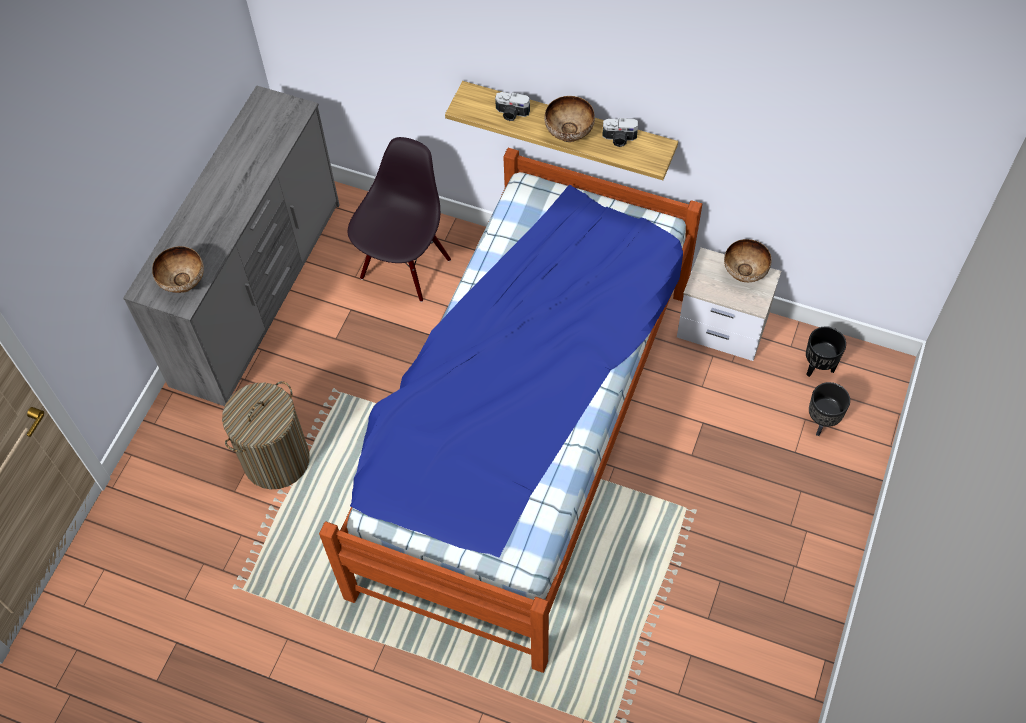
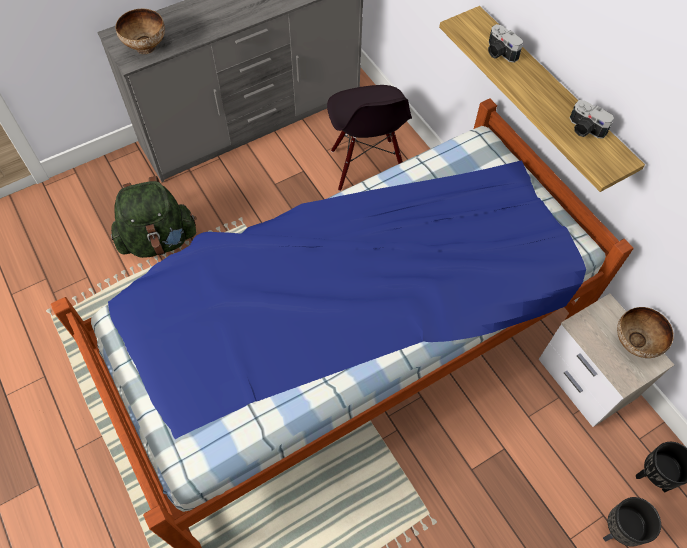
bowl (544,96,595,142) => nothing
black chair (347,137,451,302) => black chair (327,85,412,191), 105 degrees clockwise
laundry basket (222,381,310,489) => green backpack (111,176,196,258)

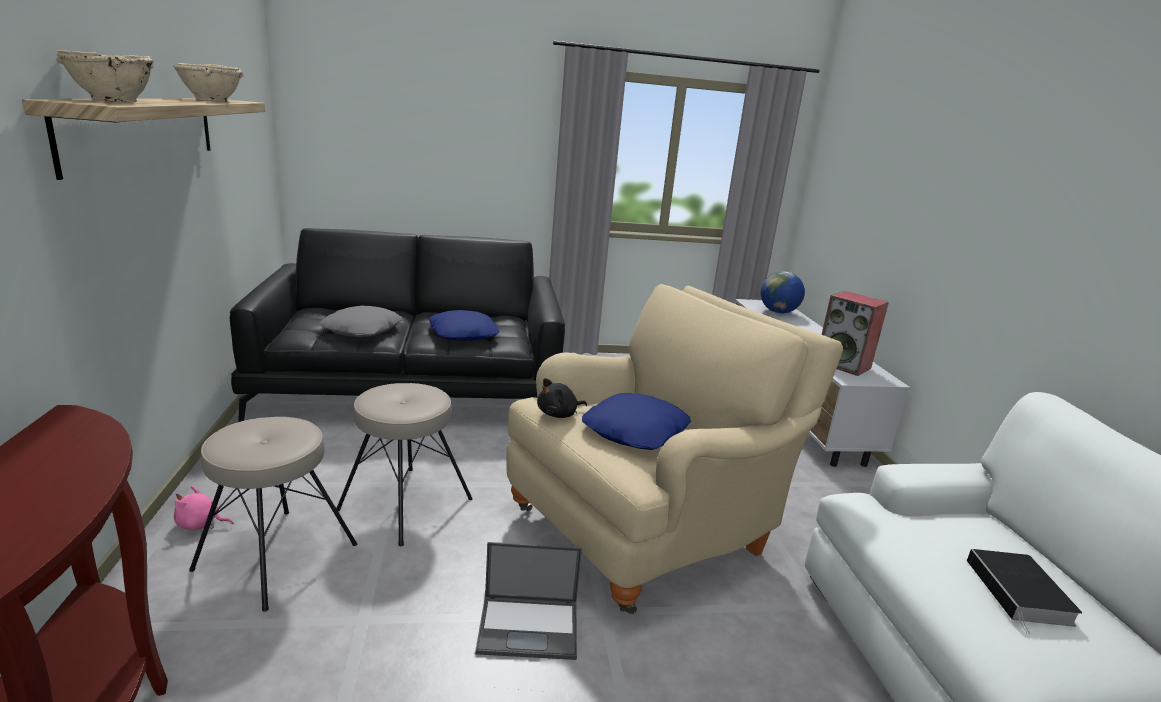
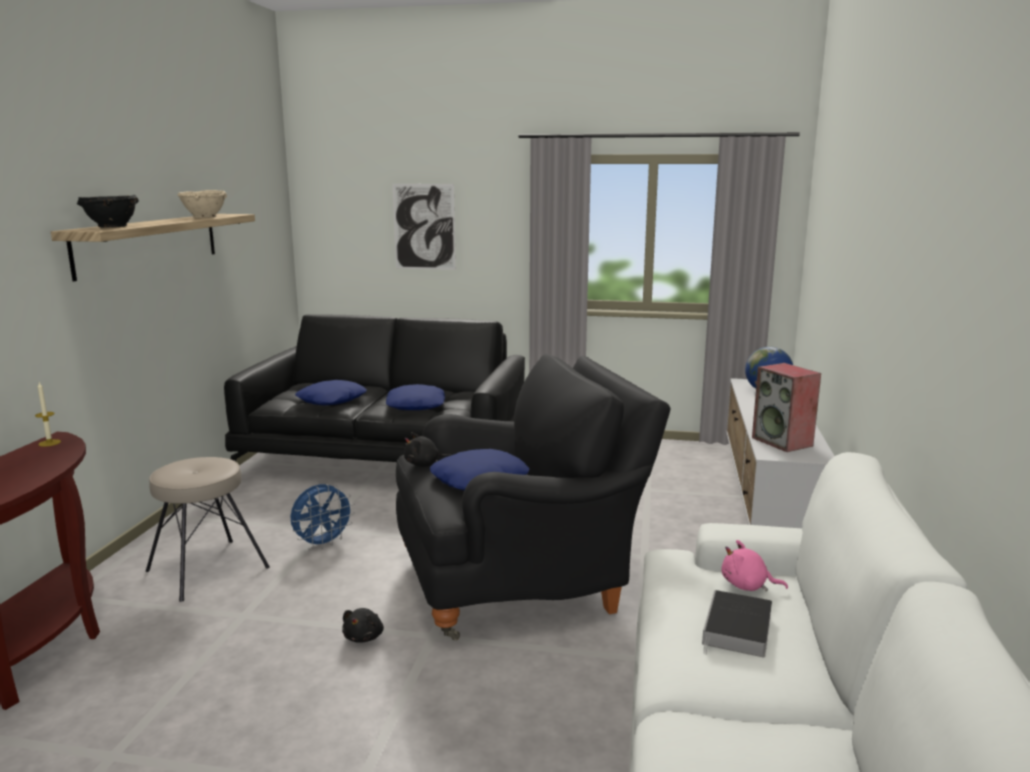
beige bowl (56,50,154,103) => black bowl (77,195,139,228)
beige armchair (506,284,843,614) => black armchair (396,353,671,640)
grey pillow (320,306,402,337) => blue pillow (295,380,367,406)
beige stool (336,383,472,546) => blue fan (290,484,355,549)
pink plush toy (174,486,233,530) => pink plush toy (722,540,788,592), shifted
laptop (475,542,582,660) => black plush toy (342,608,384,643)
nothing => picture (393,184,456,270)
nothing => candle (35,382,61,447)

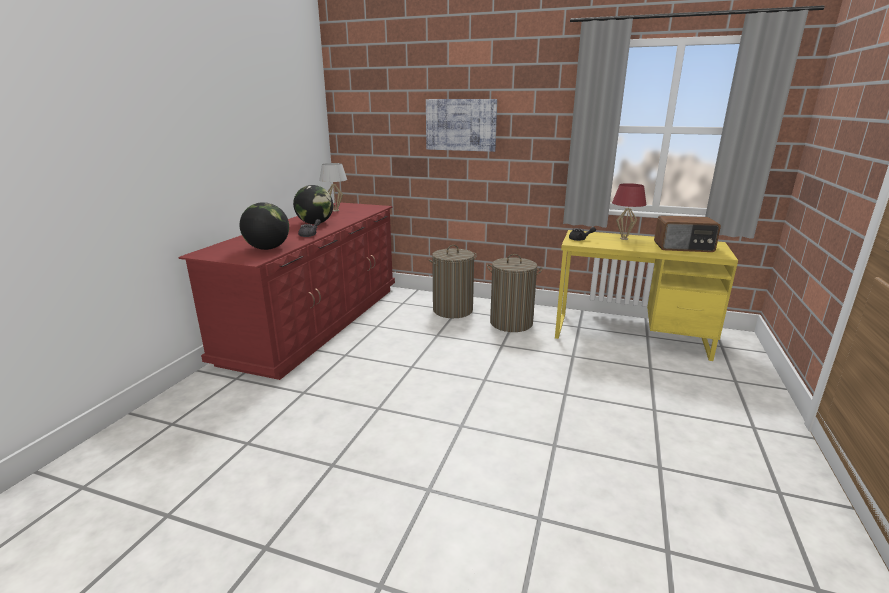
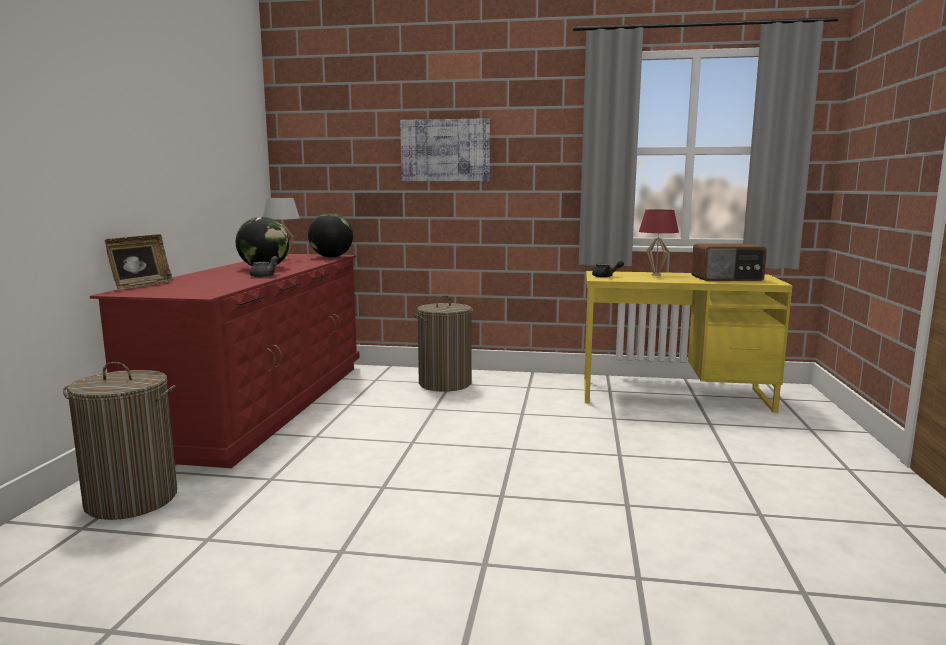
globe (240,202,289,250) => globe (308,213,353,258), shifted
laundry basket (487,254,543,332) => laundry basket (63,362,177,520), shifted
nothing => picture frame (105,234,174,289)

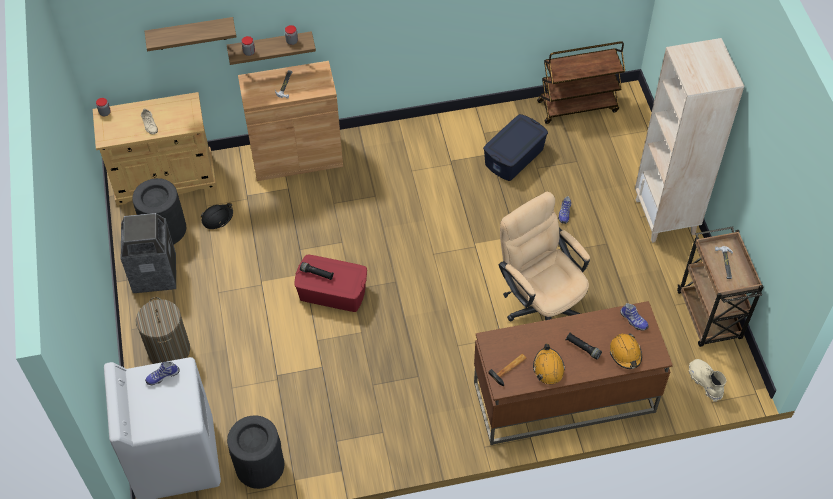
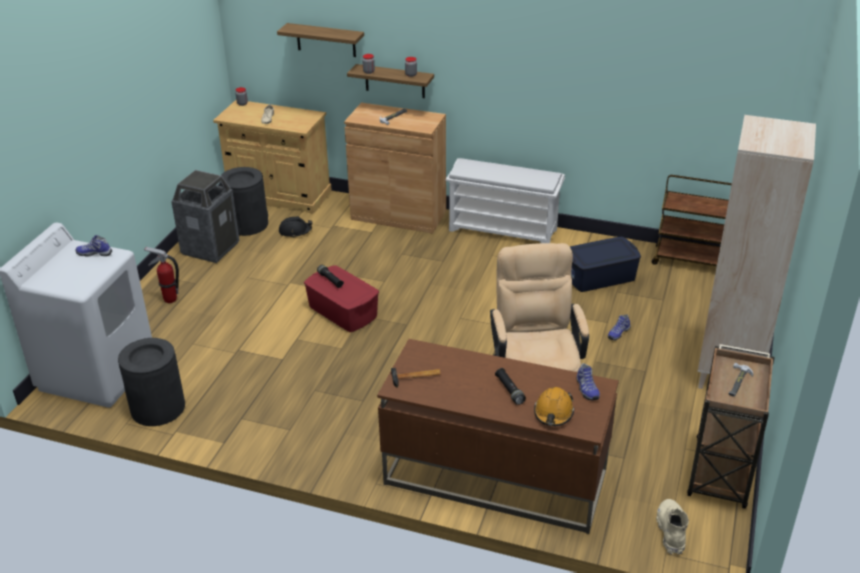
laundry basket (136,297,190,364) => fire extinguisher (144,246,179,303)
orange hard hat (533,343,565,384) => nothing
nothing => white shoe rack (446,158,565,243)

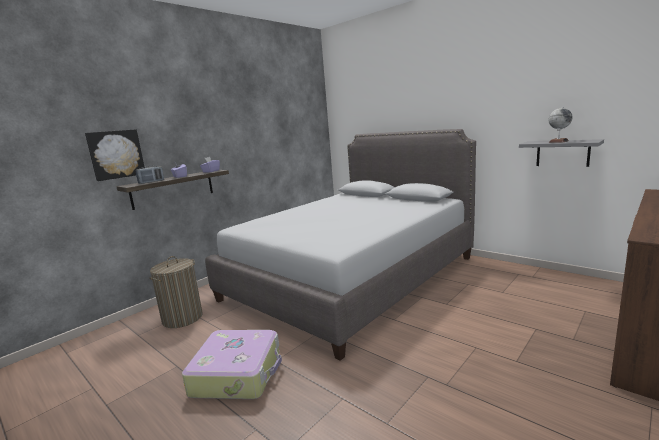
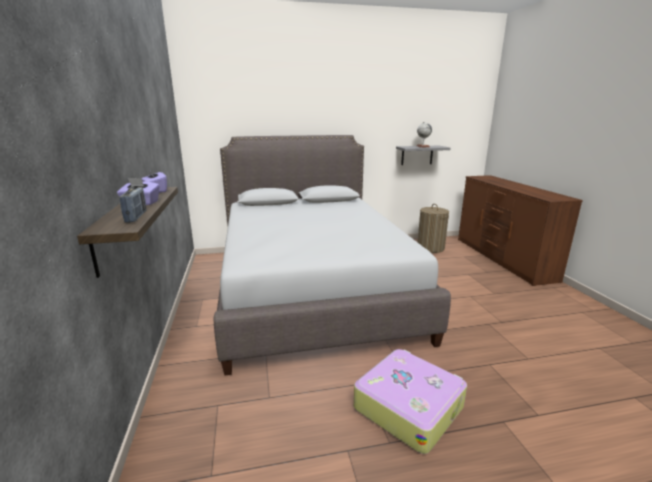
picture (85,129,145,181) => nothing
laundry basket (149,256,203,328) => laundry basket (418,204,449,253), shifted

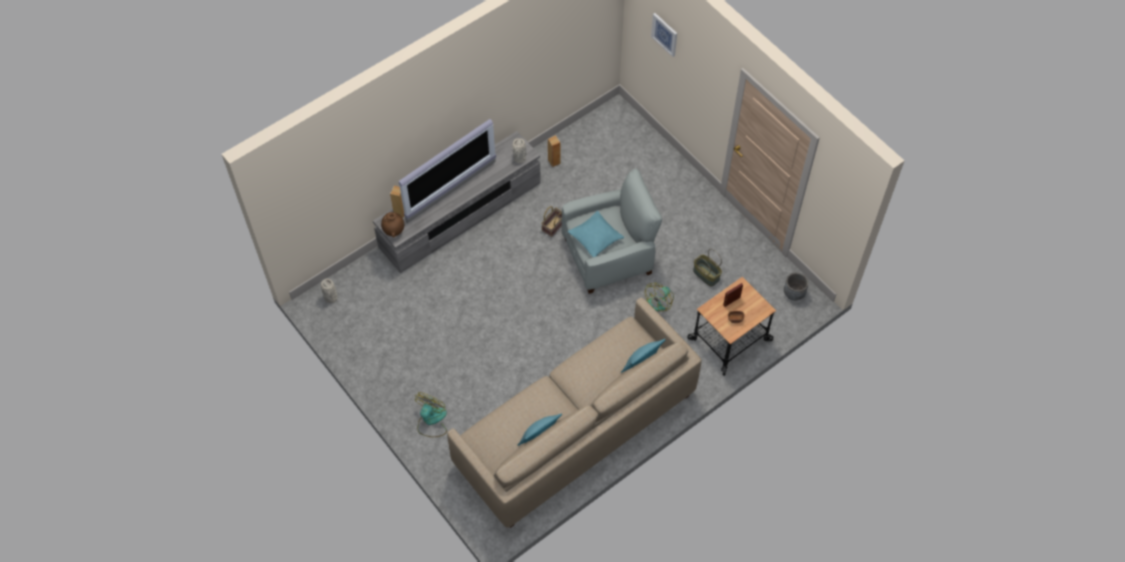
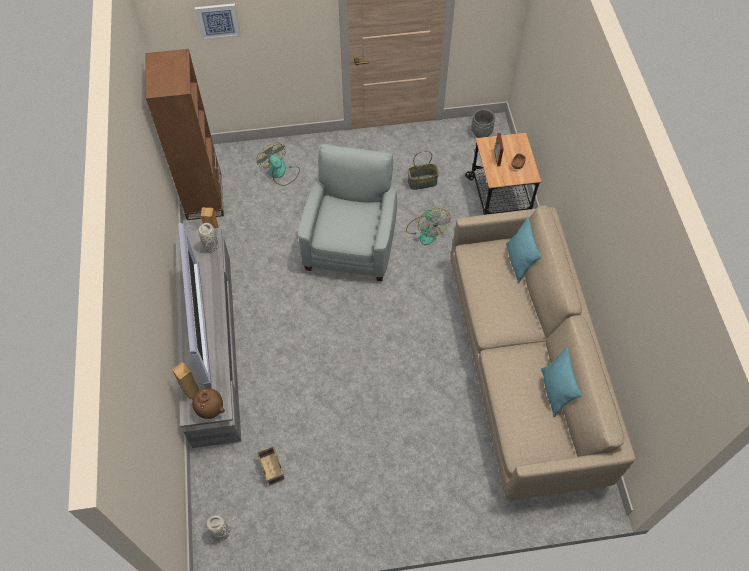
basket (541,206,562,237) => basket (257,446,285,485), shifted
turquoise pillow (568,211,624,257) => nothing
fan (415,392,447,437) => fan (256,142,300,186), shifted
nothing => brown bookcase (146,49,224,220)

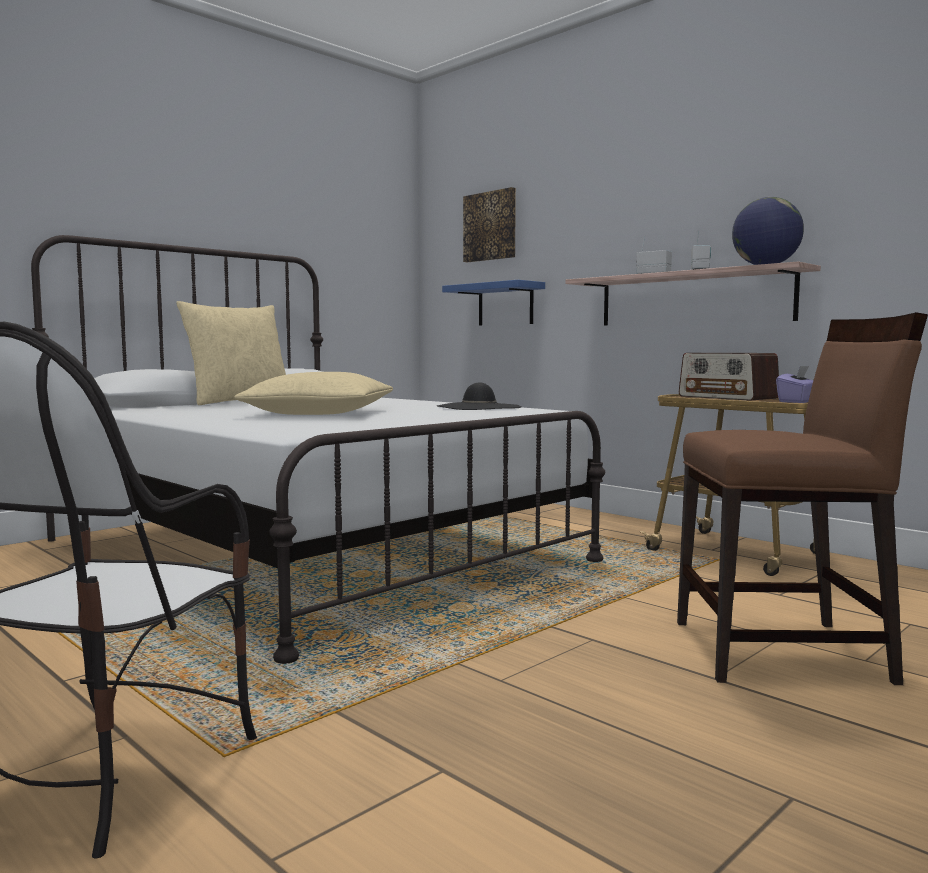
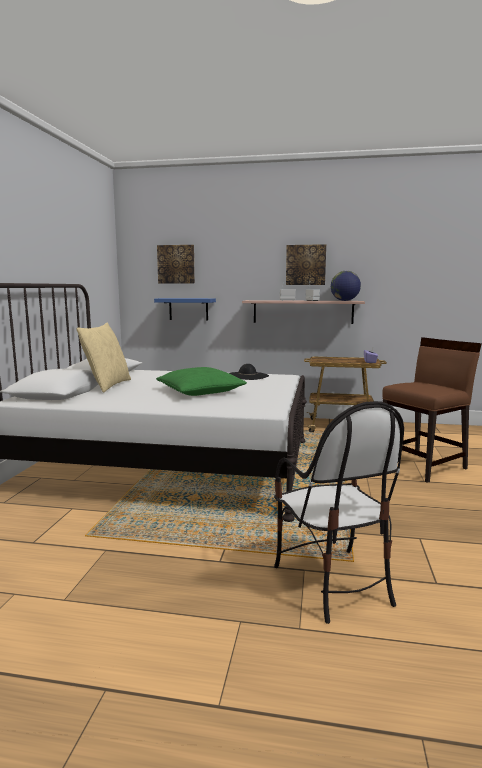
radio (679,353,779,401) => nothing
beige pillow (234,372,393,415) => green pillow (156,367,247,396)
nothing => picture (286,244,326,285)

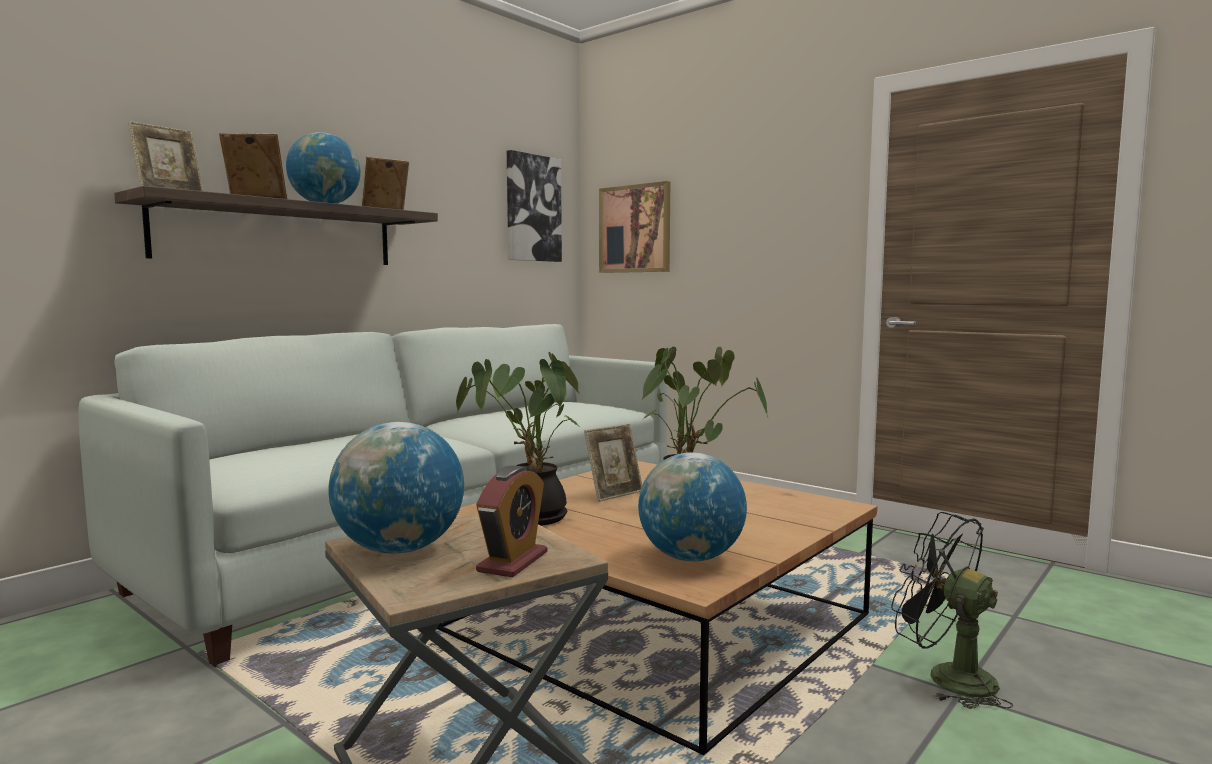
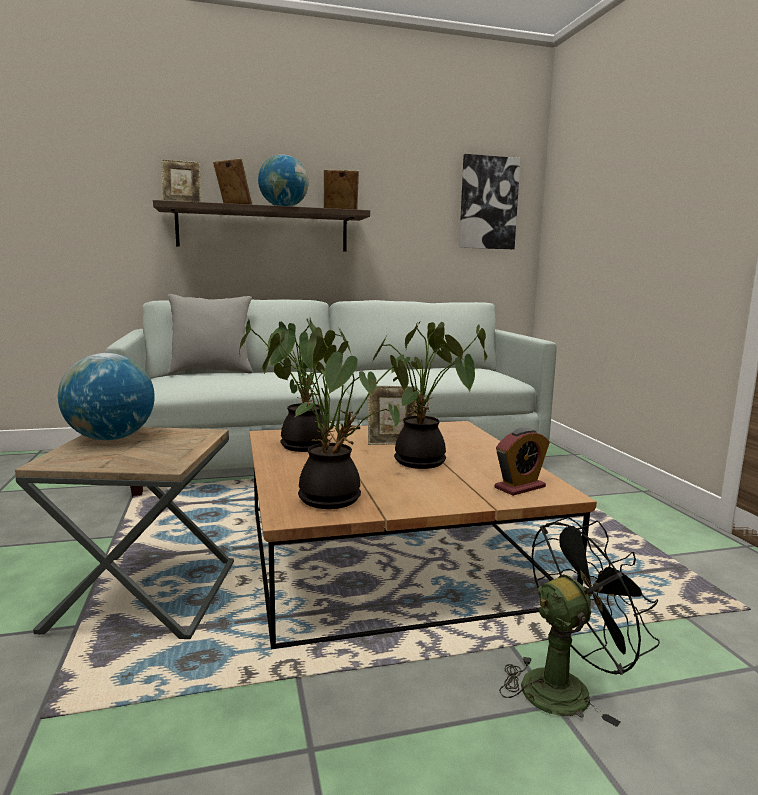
picture (599,181,670,273) => nothing
globe (638,452,747,562) => potted plant (262,327,409,509)
alarm clock (476,465,547,577) => alarm clock (495,428,550,496), shifted
black fan (891,512,1013,709) => black fan (499,517,660,727), 75 degrees clockwise
nothing => grey pillow (168,294,252,374)

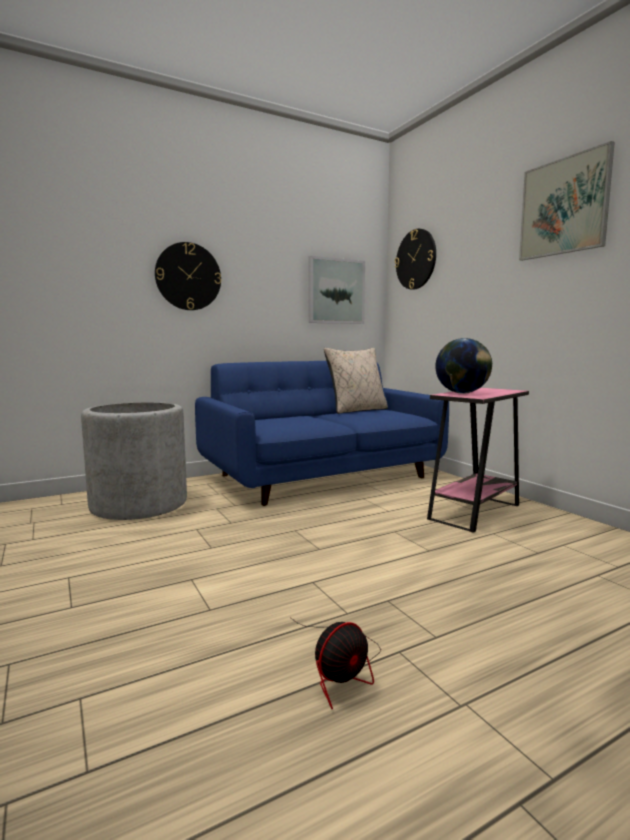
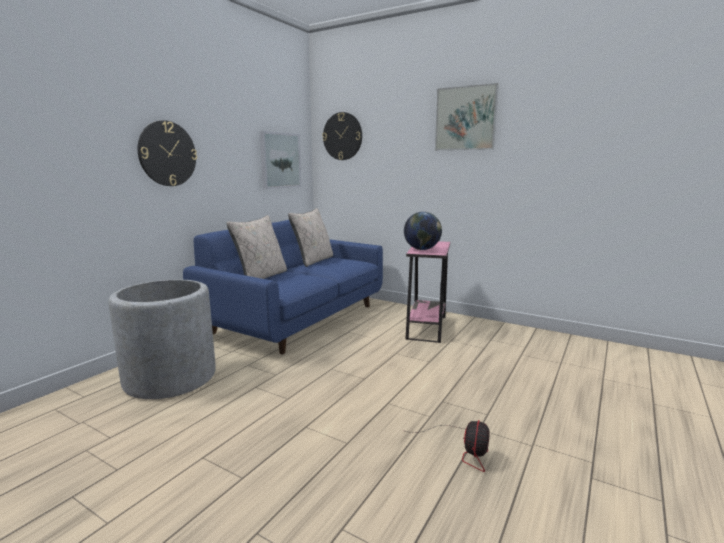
nothing => beige pillow (227,215,287,279)

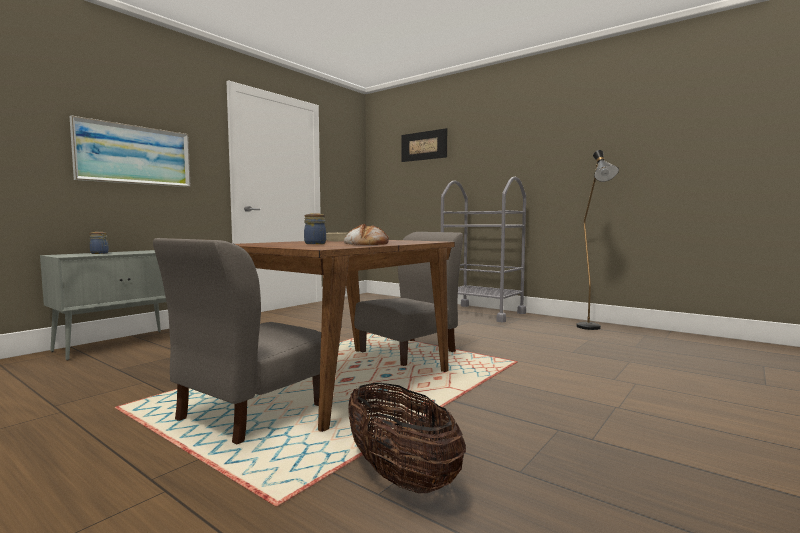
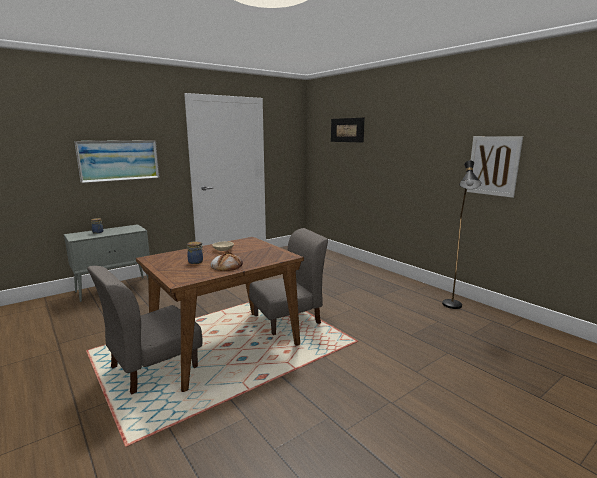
grey cart (441,177,526,322) => nothing
basket (348,383,466,493) => nothing
nothing => picture (467,136,523,198)

